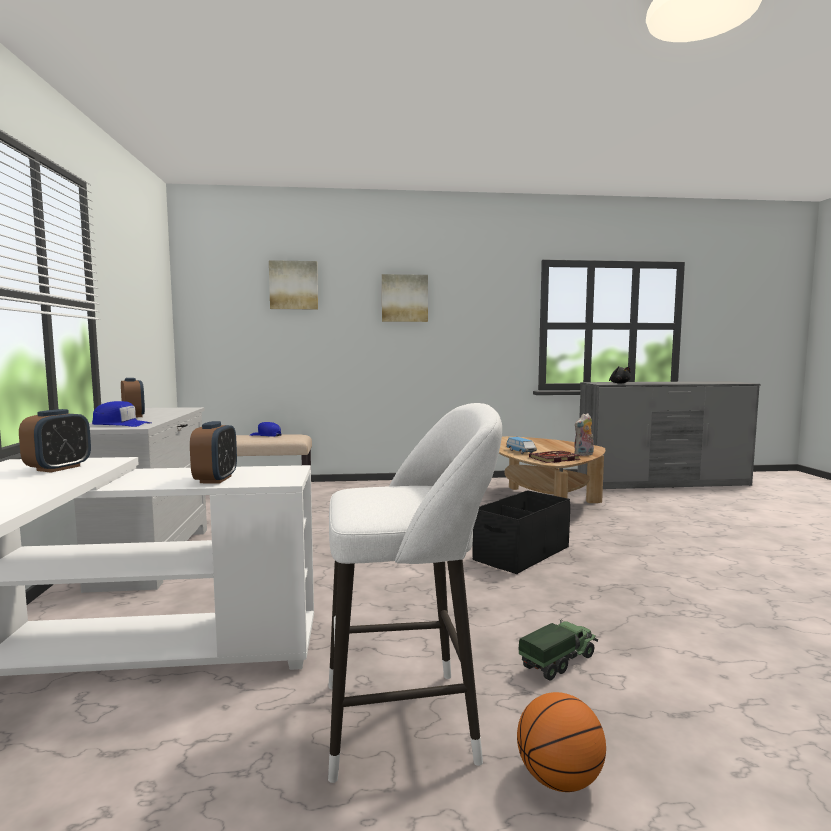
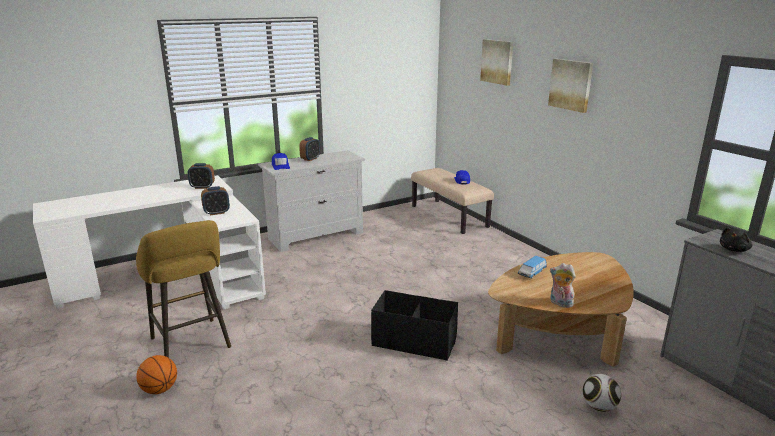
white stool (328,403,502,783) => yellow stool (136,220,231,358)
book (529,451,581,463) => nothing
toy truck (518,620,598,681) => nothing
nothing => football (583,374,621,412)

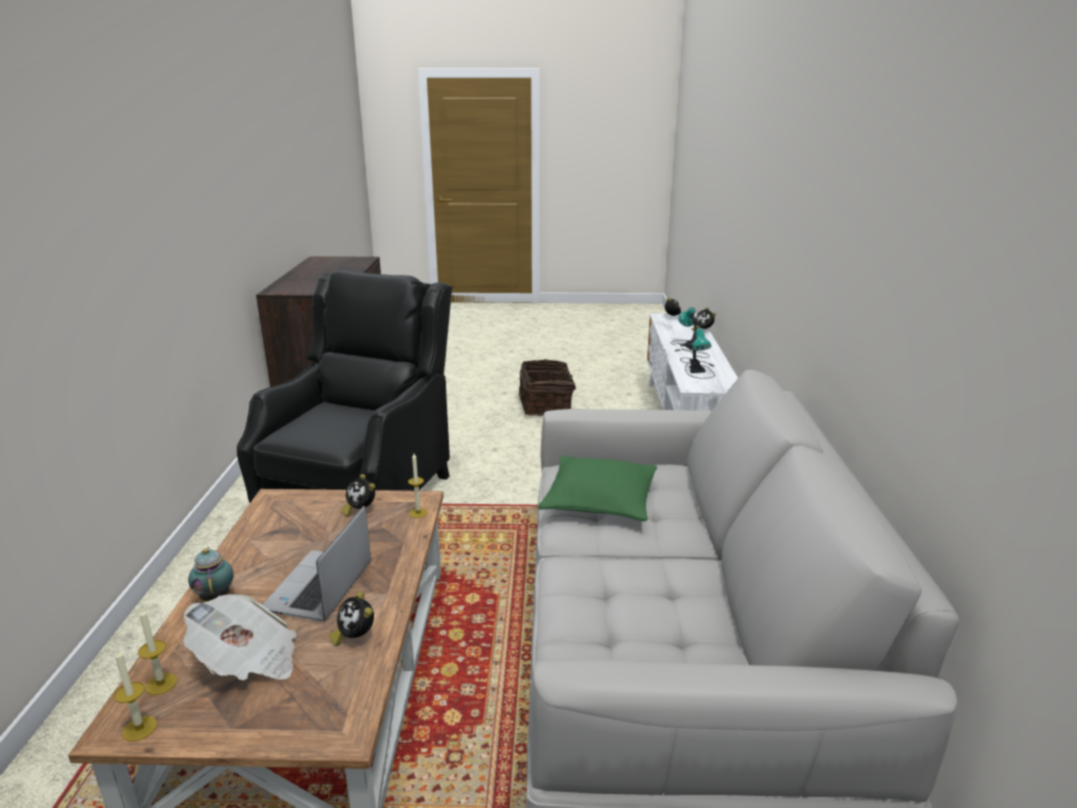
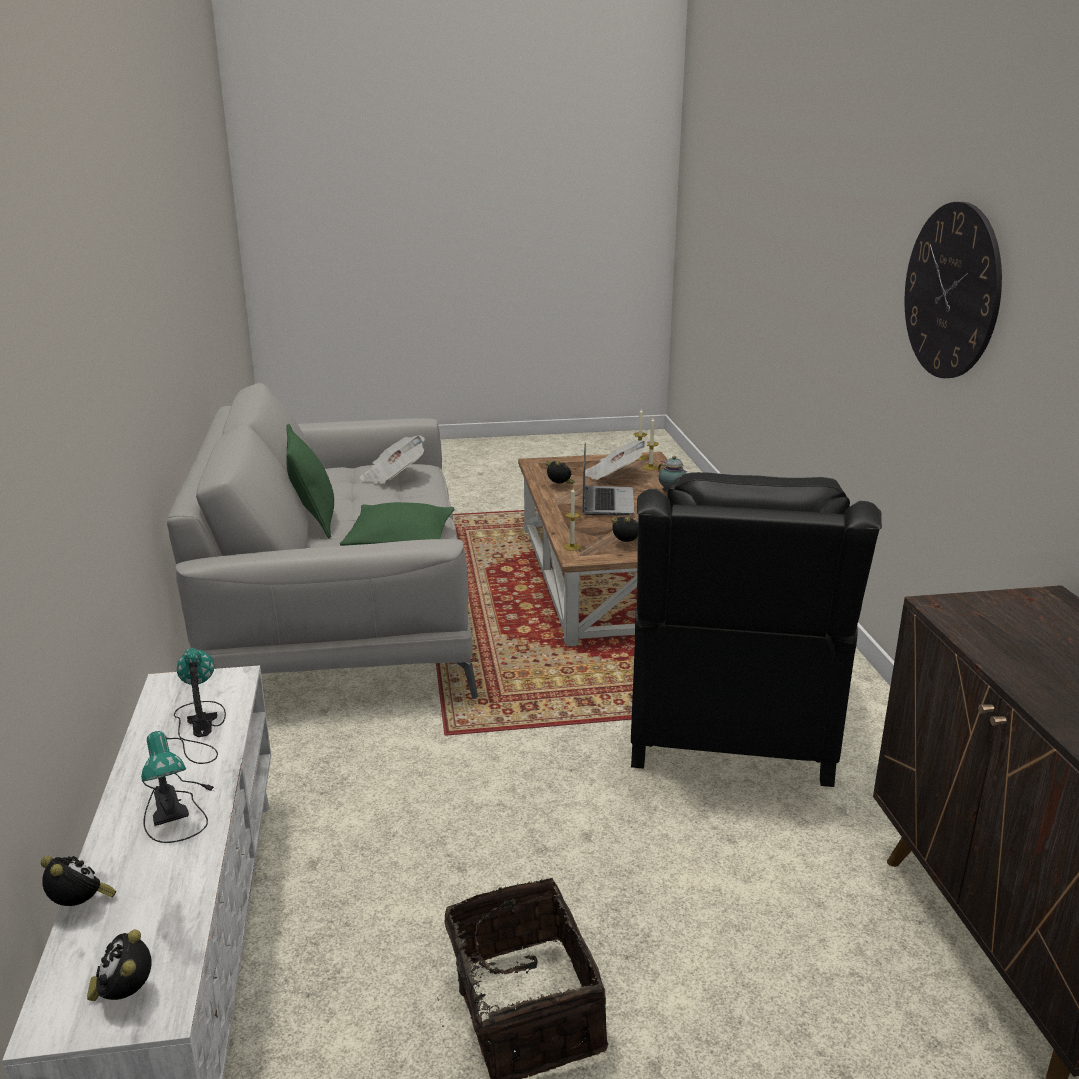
nothing => wall clock (905,202,1002,378)
nothing => green pillow (286,424,334,538)
nothing => newspaper (360,436,425,484)

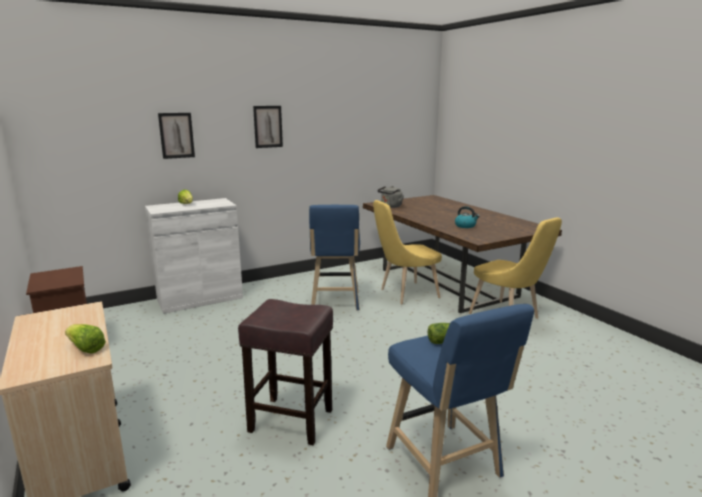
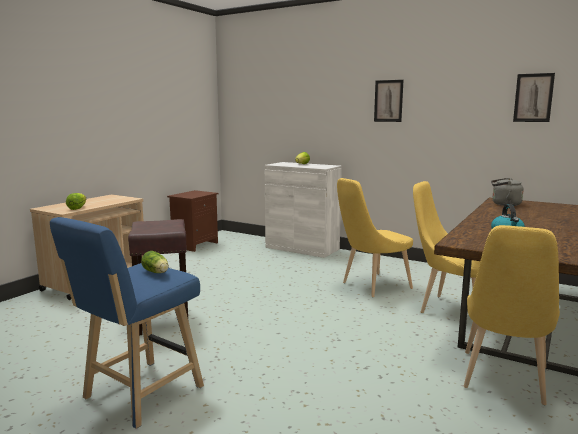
picture (158,113,195,159) => picture (513,73,555,122), shifted
blue stool (309,205,360,311) => yellow chair (337,178,413,297)

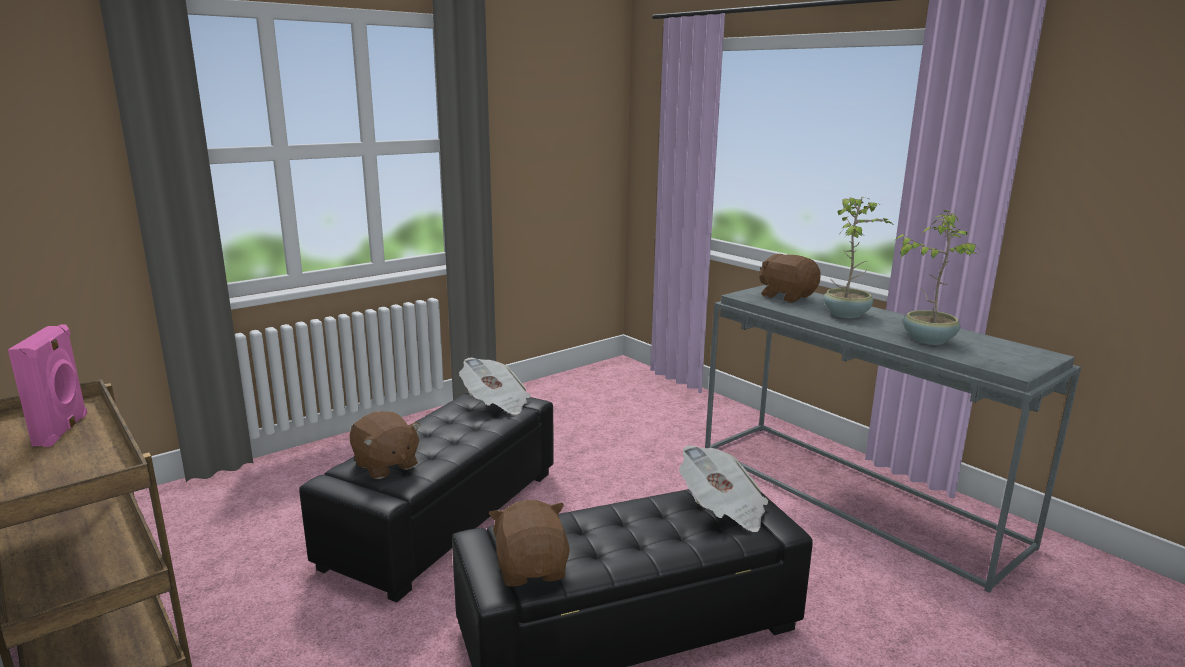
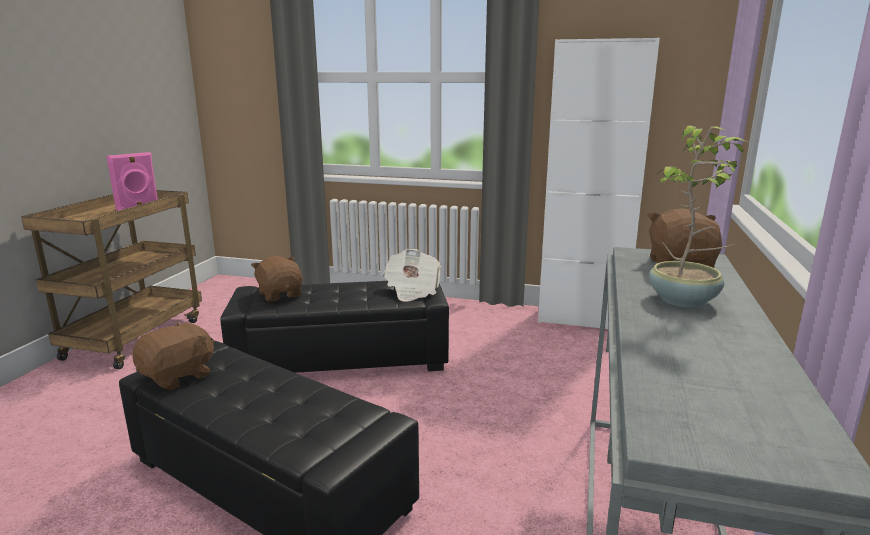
potted plant (894,210,980,345) => nothing
brown plush toy (350,411,421,479) => brown plush toy (251,256,303,302), 135 degrees clockwise
newspaper (679,445,768,532) => nothing
nothing => white cabinet (538,38,660,329)

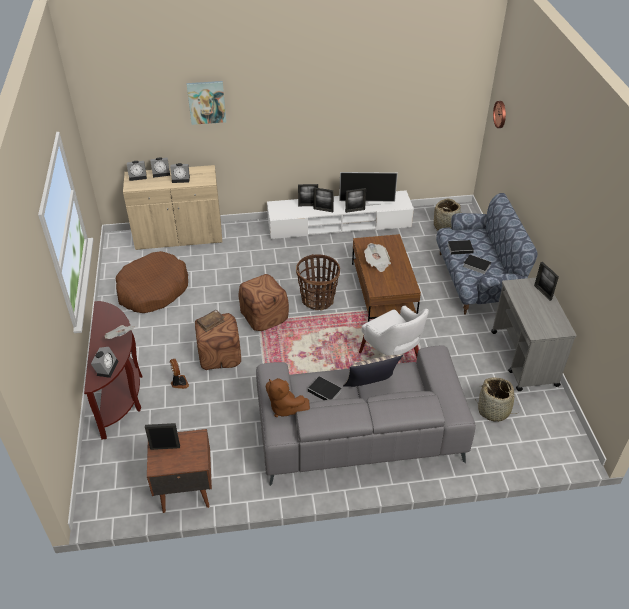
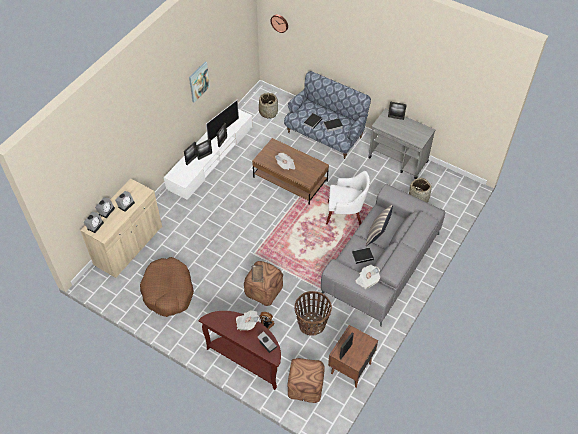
picture (187,81,226,125) => picture (189,62,210,103), shifted
basket (296,254,340,311) => basket (295,291,332,336), shifted
brown ottoman (239,274,289,331) => brown ottoman (288,358,325,403), shifted
brown plush toy (265,378,310,417) => newspaper (356,265,380,289)

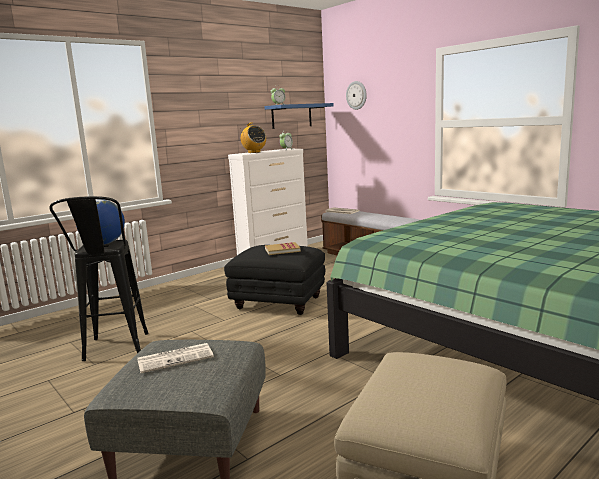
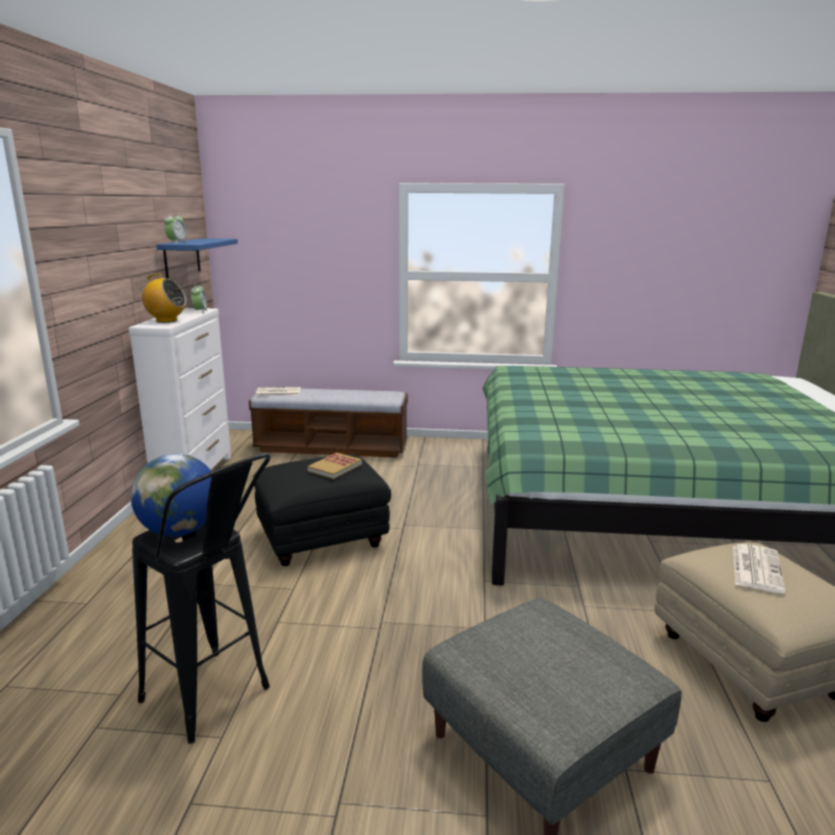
wall clock (346,81,367,110) => nothing
newspaper (137,343,214,373) => newspaper (733,544,785,593), shifted

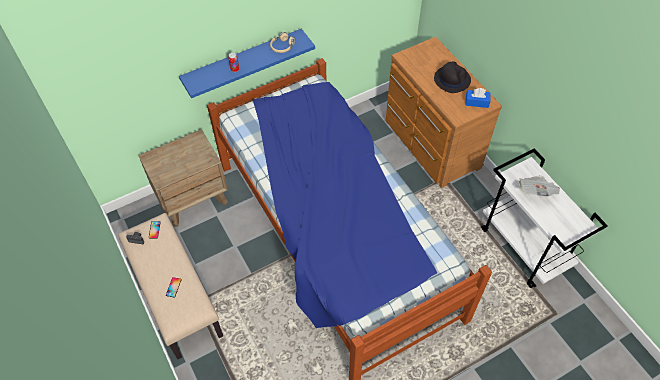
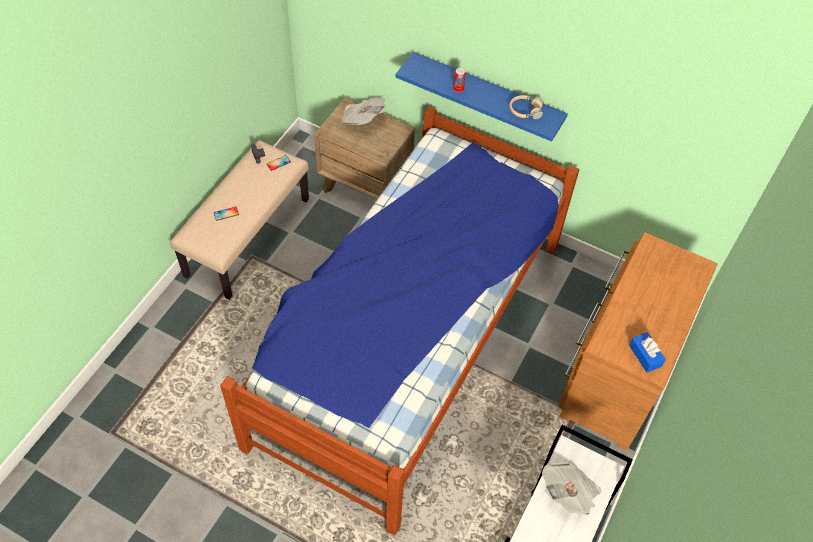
black hat (434,61,471,93) => nothing
nothing => newspaper (340,97,386,125)

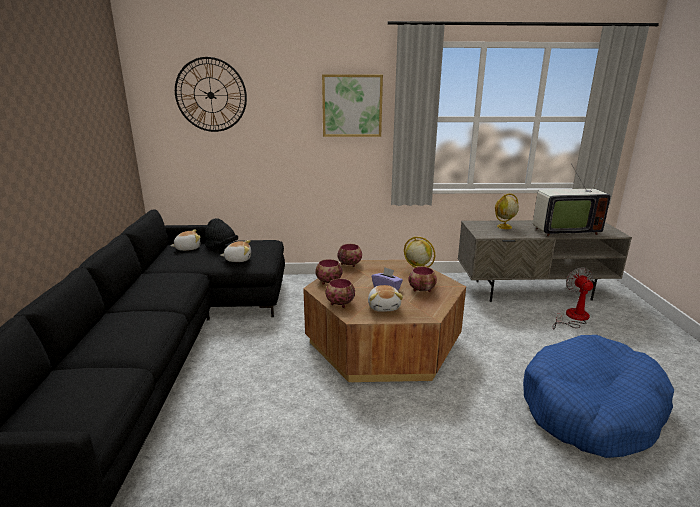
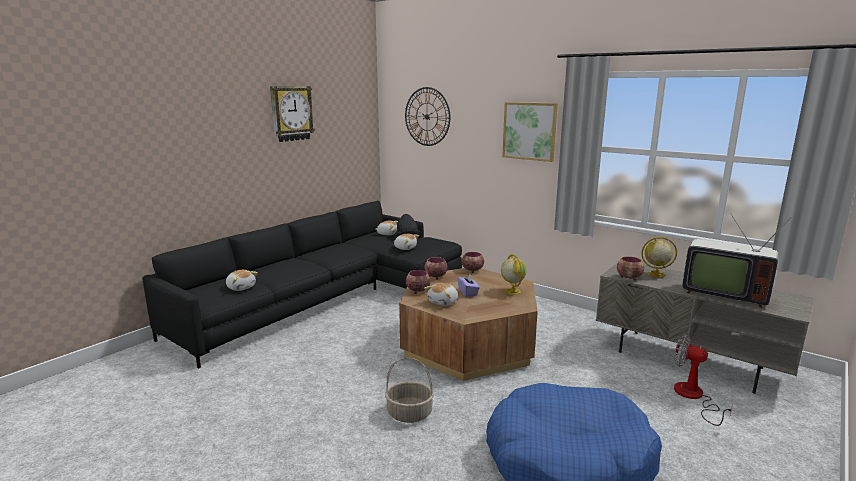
bowl (409,267,437,292) => bowl (617,256,644,281), shifted
fan (553,267,594,329) => fan (674,334,733,426), 90 degrees counterclockwise
nothing => wall clock (270,86,315,142)
nothing => plush toy (226,270,258,291)
nothing => basket (385,358,434,423)

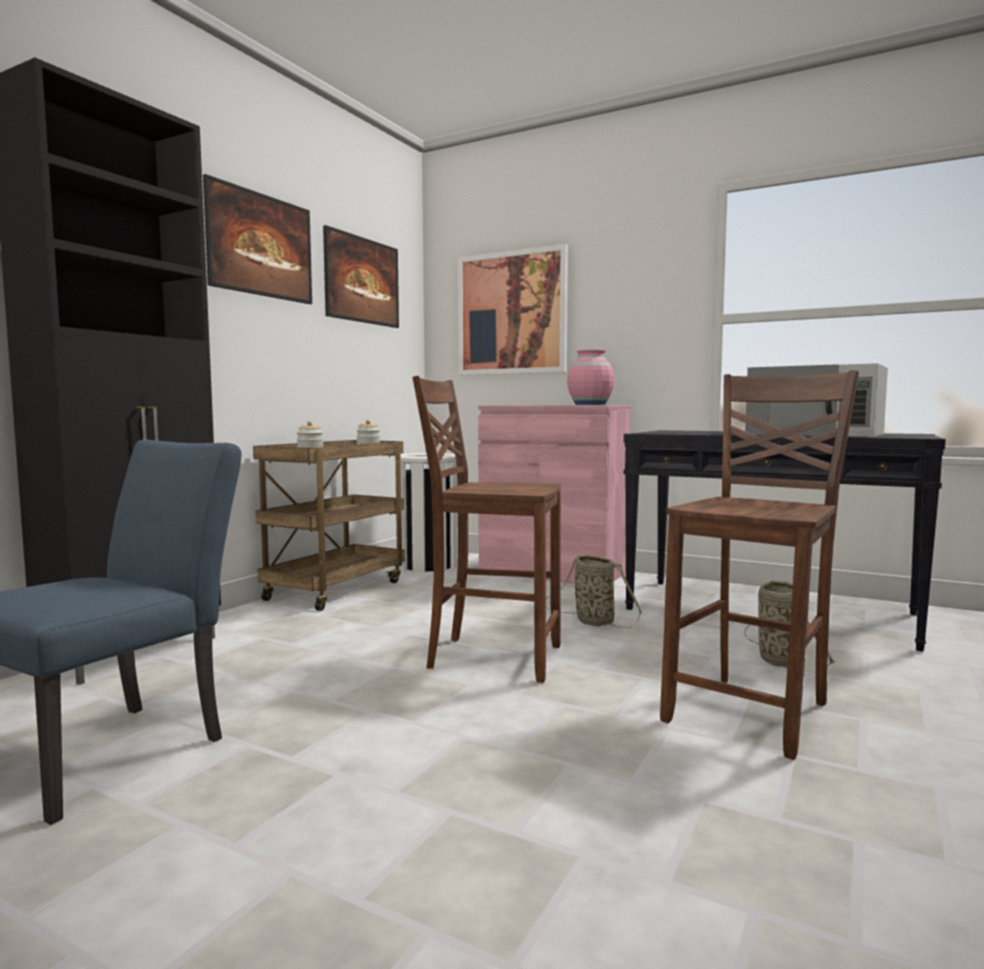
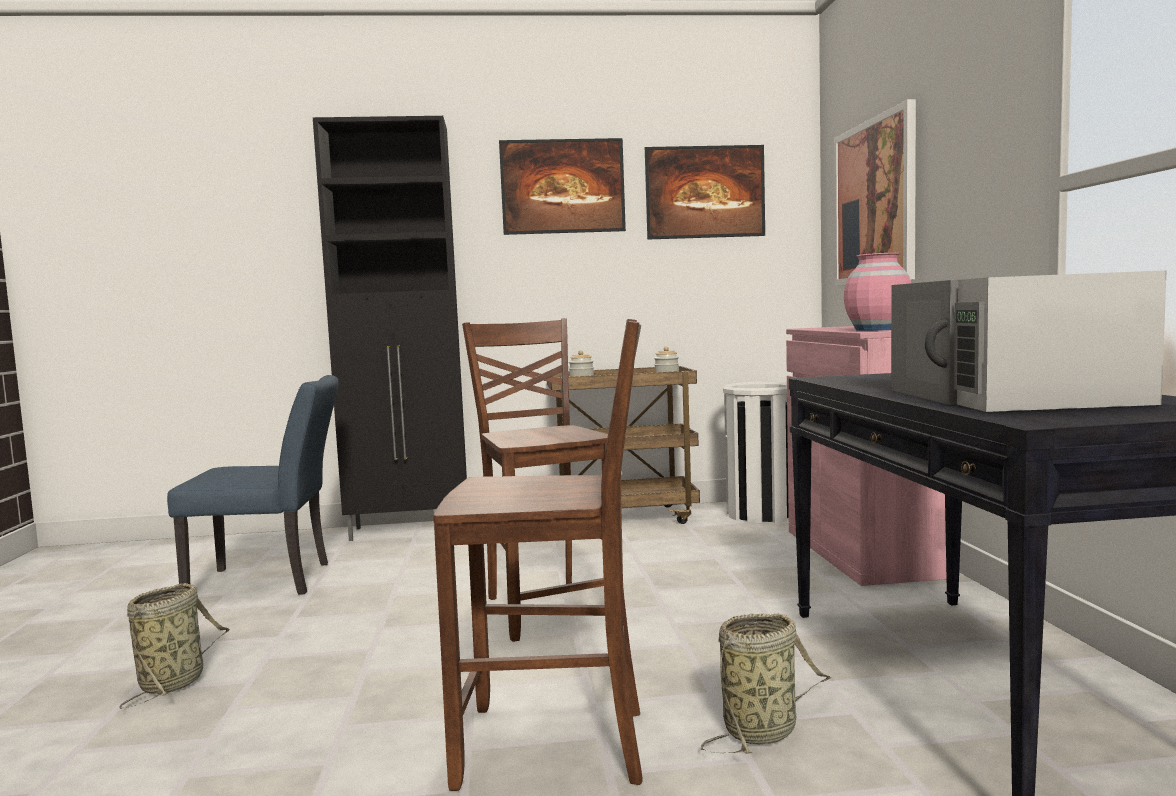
basket (546,555,642,628) => basket (119,583,230,709), shifted

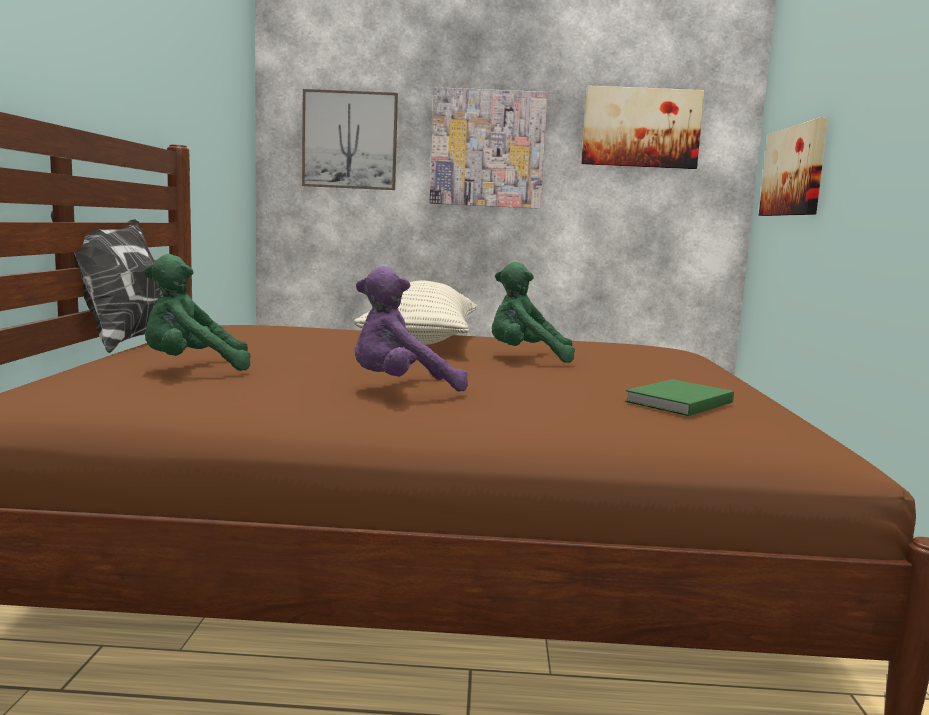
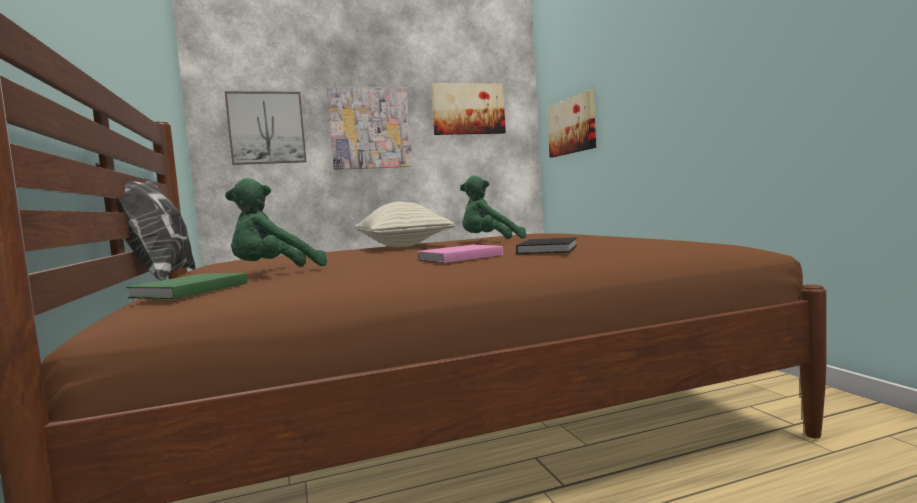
purple plush toy (354,266,468,392) => pink book (417,245,503,263)
green book (625,379,734,416) => green book (126,273,247,299), shifted
nothing => black book (516,237,577,254)

